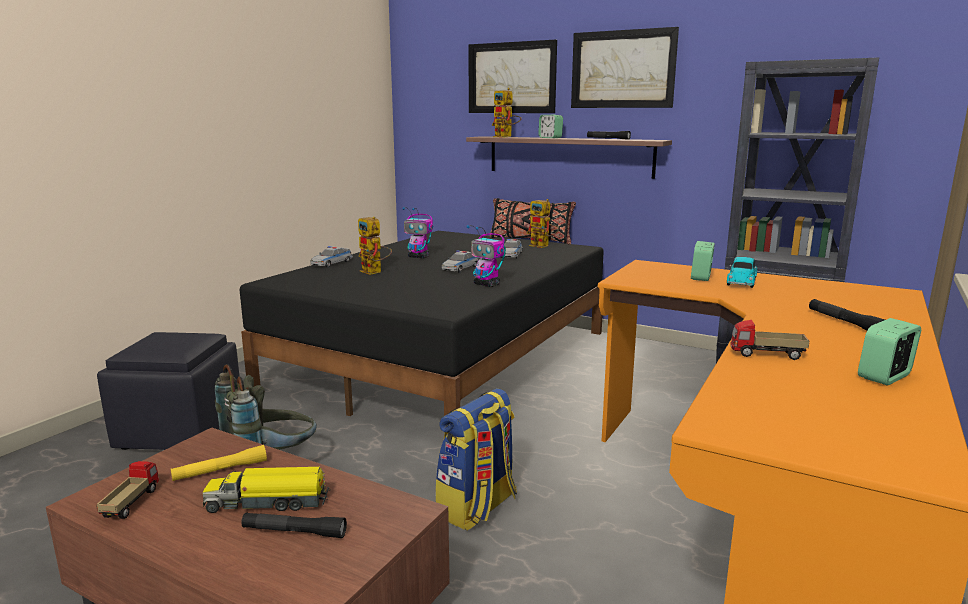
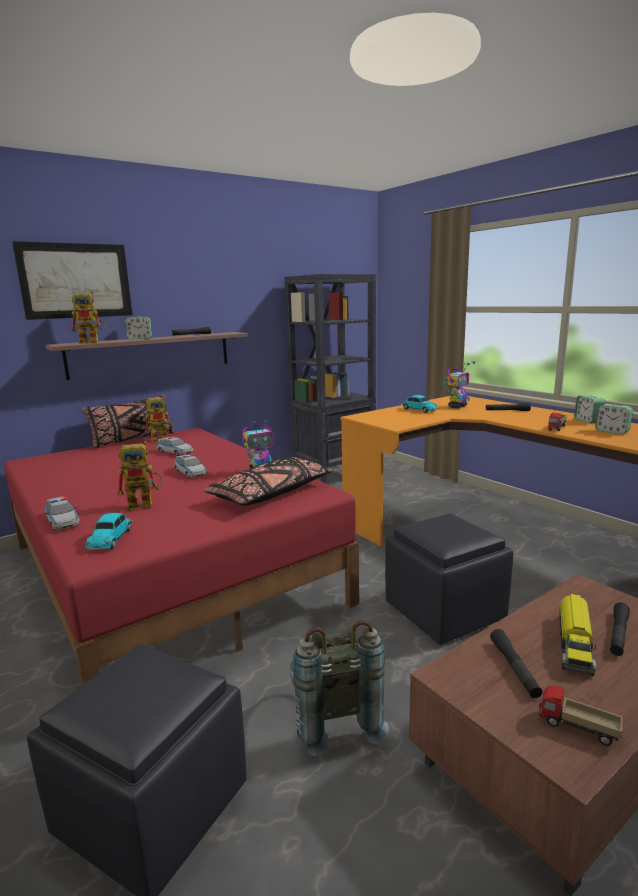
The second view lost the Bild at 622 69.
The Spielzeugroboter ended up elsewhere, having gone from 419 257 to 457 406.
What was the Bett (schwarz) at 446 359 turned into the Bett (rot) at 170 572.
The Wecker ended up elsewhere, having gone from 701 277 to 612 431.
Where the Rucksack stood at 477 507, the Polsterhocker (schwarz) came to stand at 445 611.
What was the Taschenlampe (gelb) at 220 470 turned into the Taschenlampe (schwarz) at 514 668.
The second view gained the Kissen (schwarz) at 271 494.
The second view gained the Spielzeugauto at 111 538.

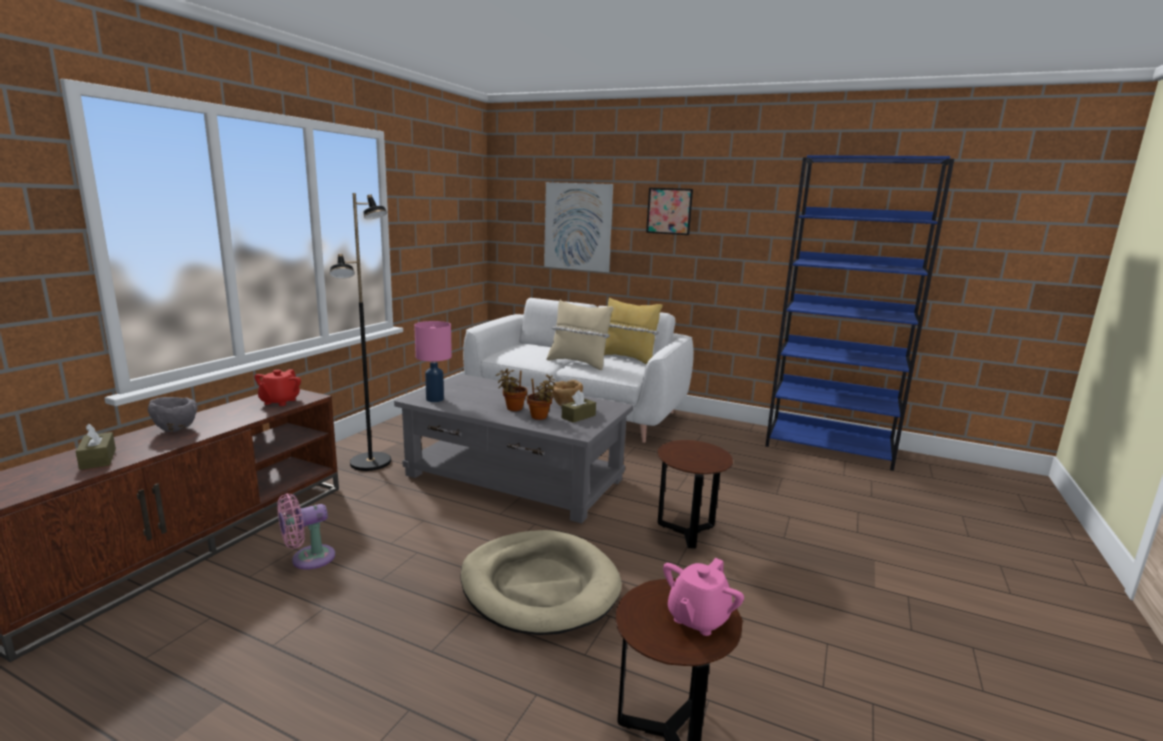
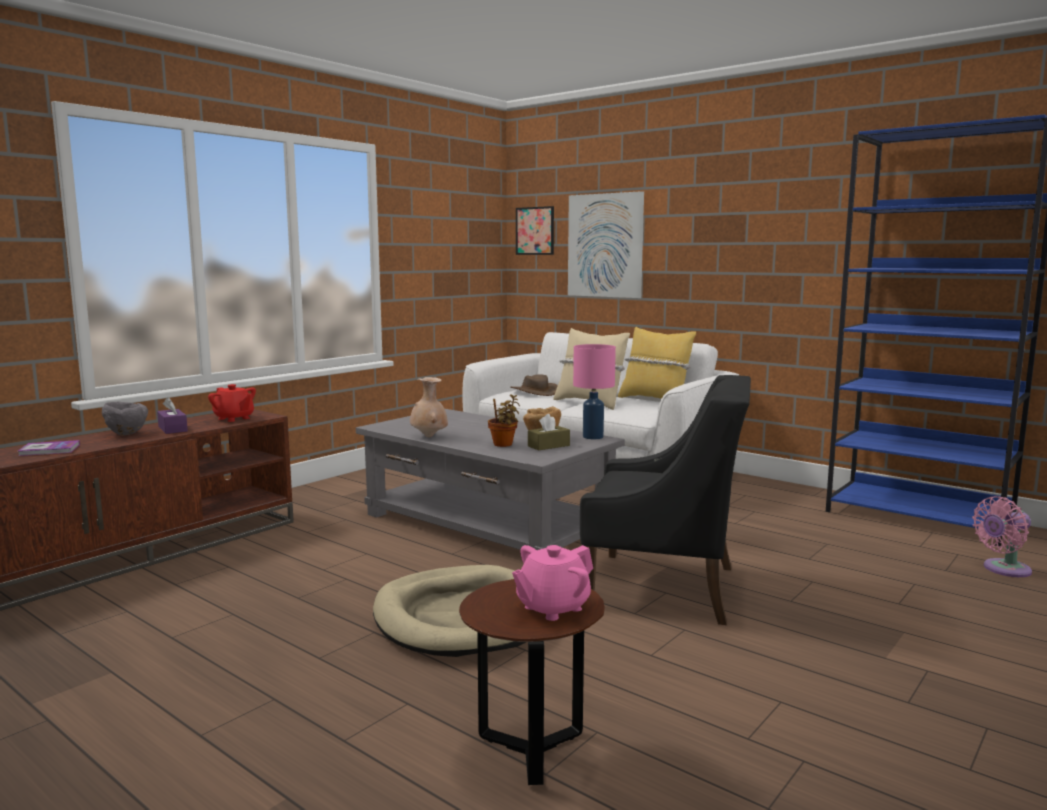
The Bild ended up elsewhere, having gone from 669 211 to 535 231.
The second view lost the Stehlampe (schwarz) at 371 462.
The Tischlampe (rosa) ended up elsewhere, having gone from 434 399 to 592 437.
The second view lost the Topfpflanze at 512 408.
The Teekanne (rot) at 279 401 ended up facing another way, 75 degrees counterclockwise from before.
Where the Taschentuchbox (braun) stood at 98 459, the Buch came to stand at 49 450.
Where the Beistelltisch (braun) stood at 687 533, the Sessel (schwarz) came to stand at 664 587.
The Ventilator (rosa) ended up elsewhere, having gone from 308 559 to 1003 569.
The second view gained the Hut (braun) at 534 391.
The second view gained the Vase (beige) at 429 436.
The second view gained the Taschentuchbox (lila) at 172 429.

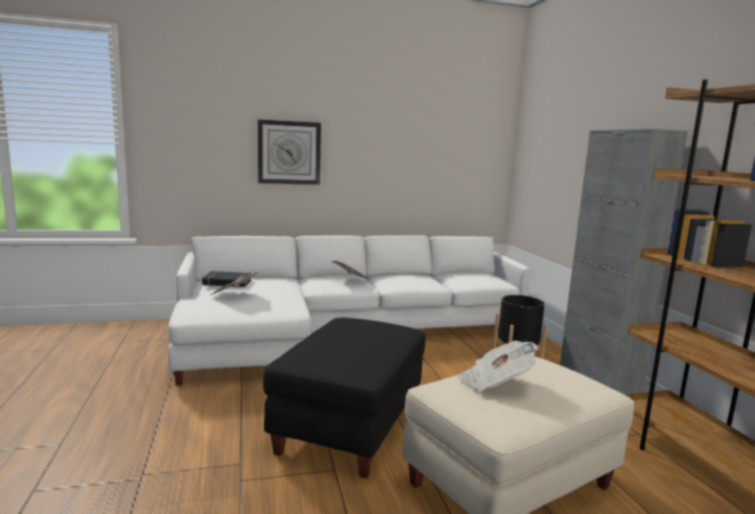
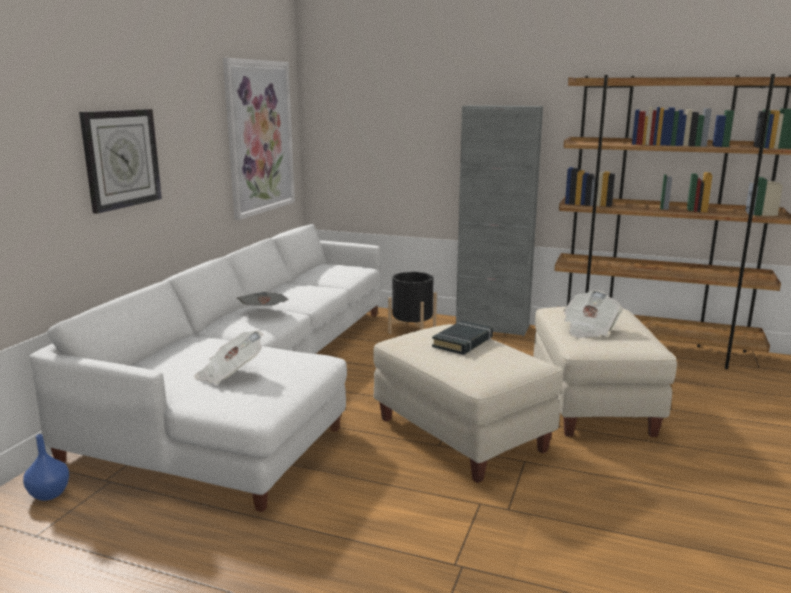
The Buch (schwarz) ended up elsewhere, having gone from 227 283 to 463 342.
What was the Polsterhocker (schwarz) at 349 425 turned into the Polsterhocker (beige) at 460 435.
The second view gained the Bild at 259 137.
The second view gained the Vase (blau) at 49 494.

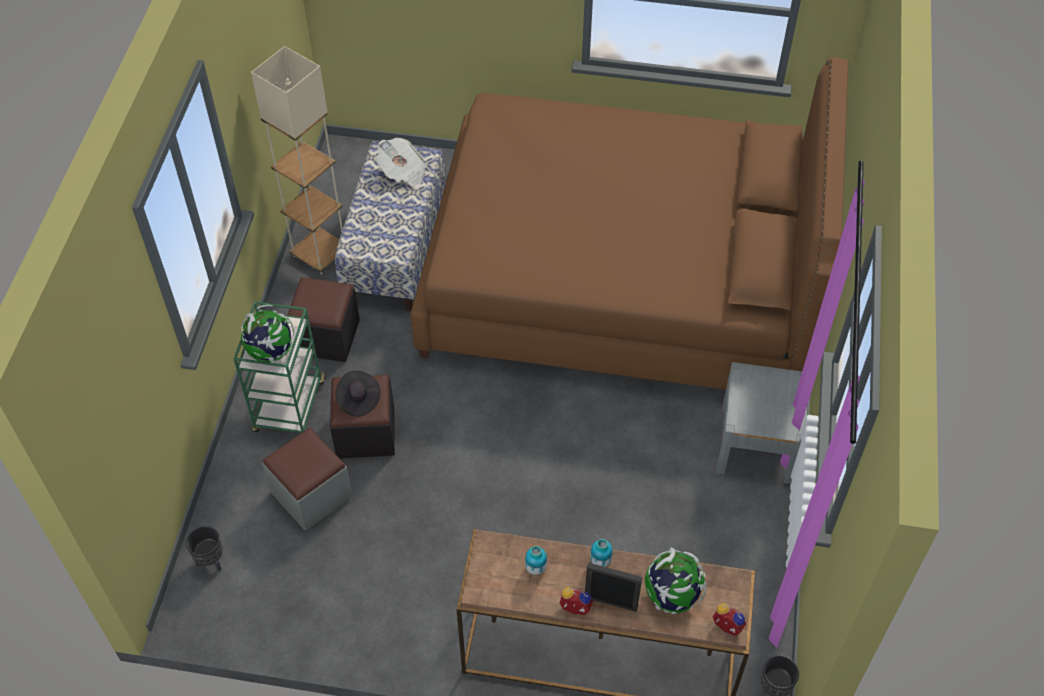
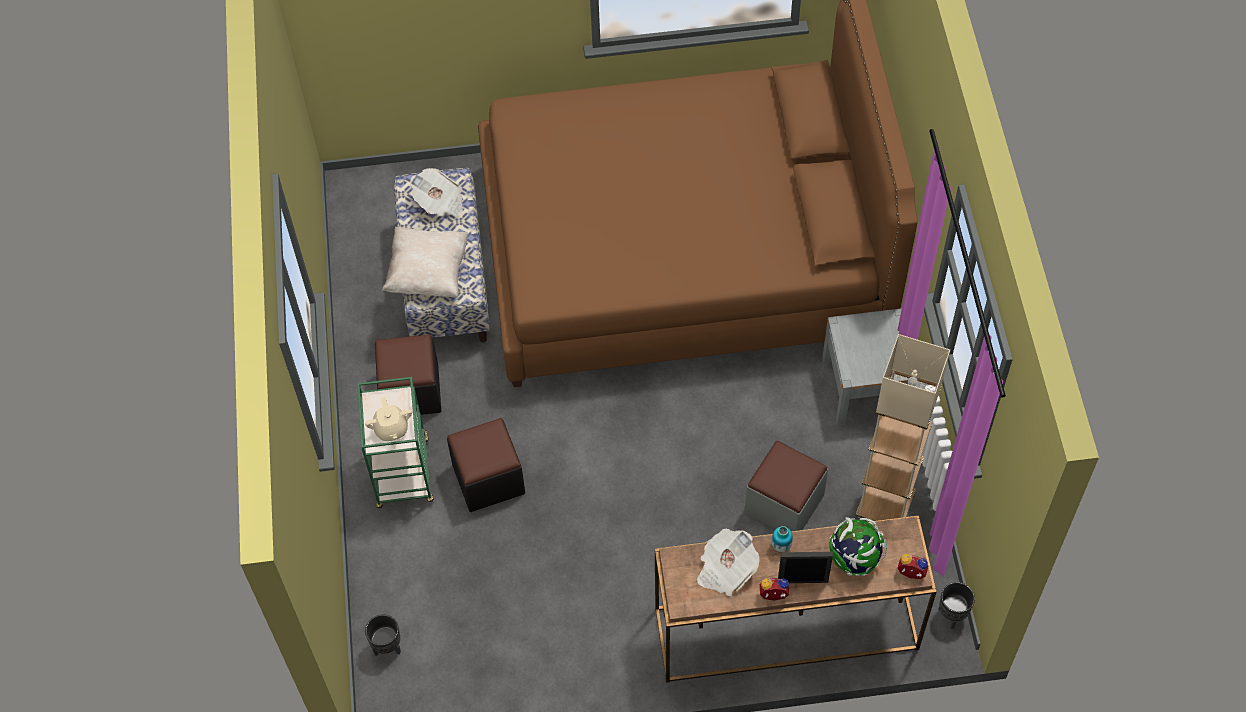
The Stehlampe (beige) ended up elsewhere, having gone from 320 254 to 884 506.
Where the Globus stood at 271 352, the Teekanne (beige) came to stand at 391 429.
The second view lost the Hut (schwarz) at 358 399.
The Polsterhocker (grau) ended up elsewhere, having gone from 311 494 to 784 504.
Where the Vase stood at 535 569, the Zeitung came to stand at 725 569.
The second view gained the Kissen (beige) at 428 274.

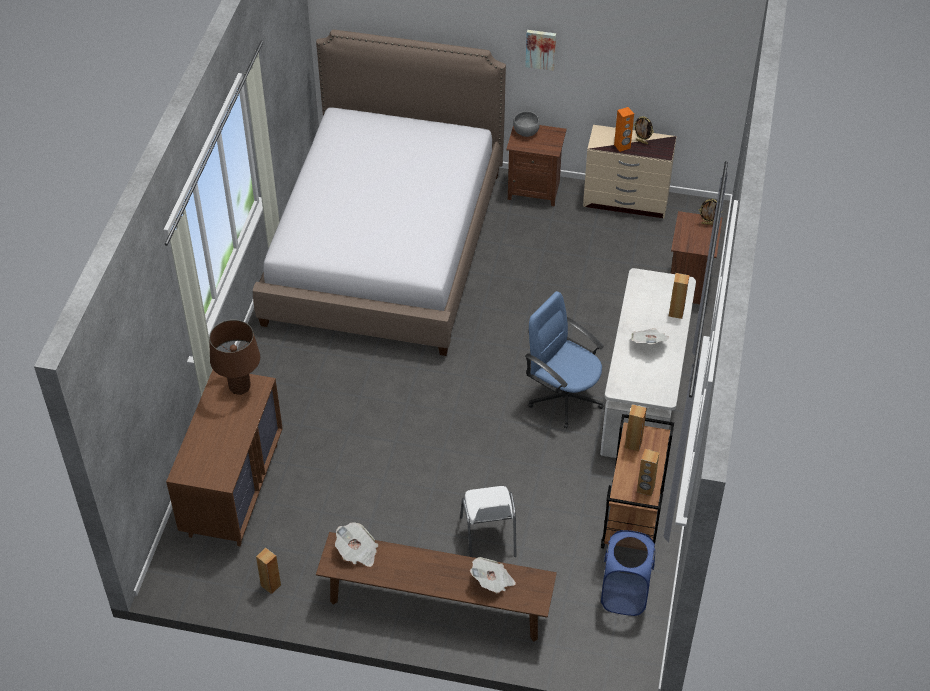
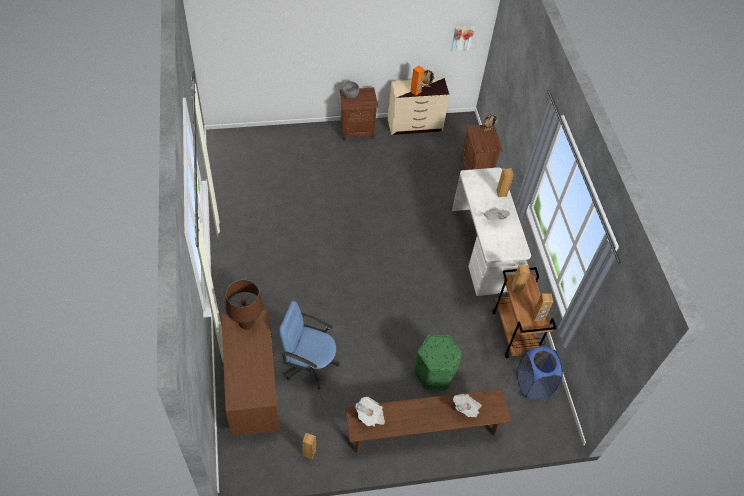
The second view lost the Bett at 385 246.
The Bild ended up elsewhere, having gone from 541 49 to 462 37.
The Bürostuhl (blau) ended up elsewhere, having gone from 564 397 to 310 364.
Where the Stuhl (weiß) stood at 488 537, the Polsterhocker (grün) came to stand at 434 372.

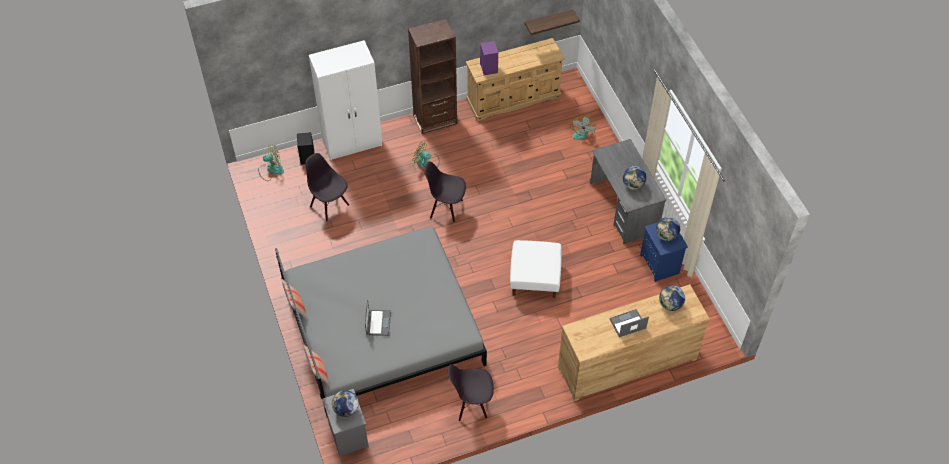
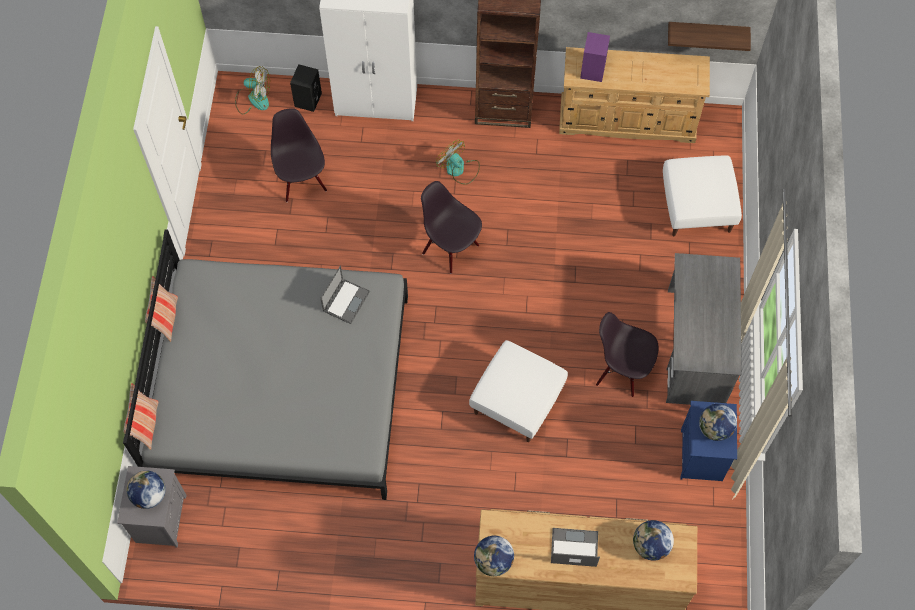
Where the Ventilator stood at 581 131, the Polsterhocker (weiß) came to stand at 697 207.
The Globus ended up elsewhere, having gone from 633 185 to 493 561.
The Laptop ended up elsewhere, having gone from 378 322 to 346 300.
The Stuhl (schwarz) ended up elsewhere, having gone from 471 404 to 621 371.

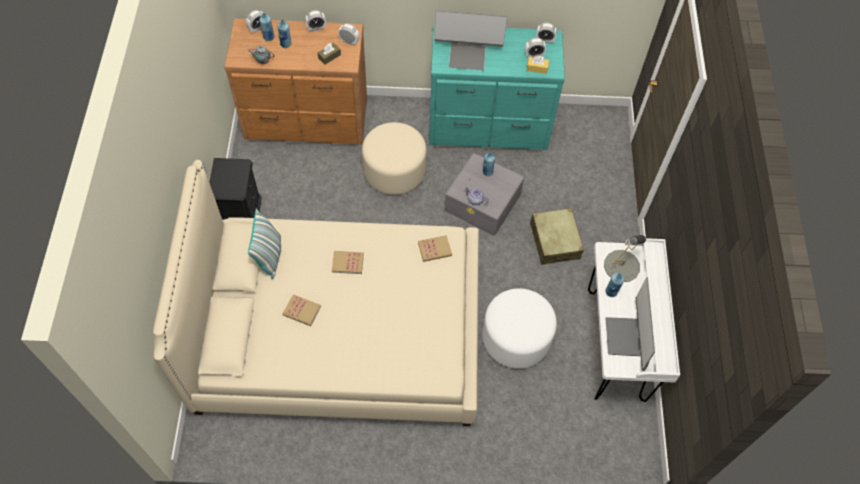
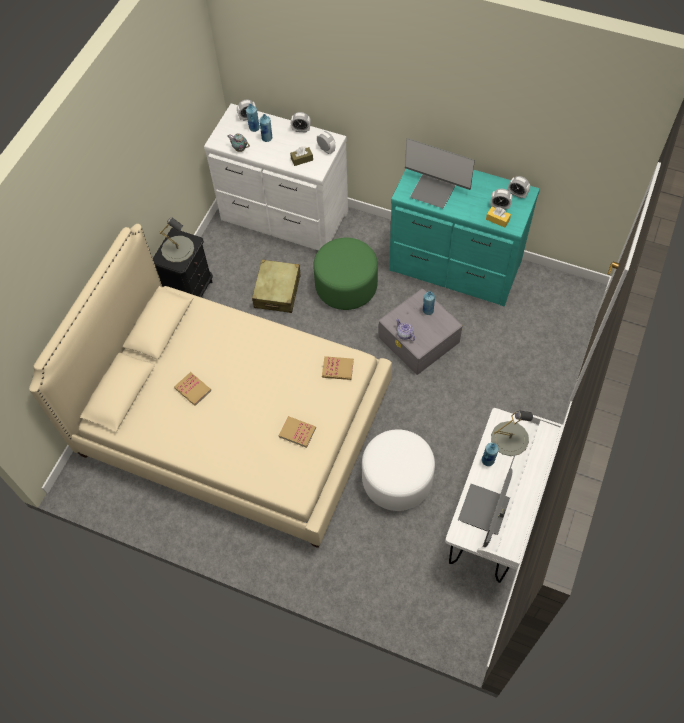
What was the Kommode (braun) at 306 121 turned into the Kommode (weiß) at 284 217.
What was the Polsterhocker (beige) at 394 171 turned into the Polsterhocker (grün) at 346 286.
The second view lost the Kissen at 269 256.
The Koffer (beige) ended up elsewhere, having gone from 554 241 to 277 291.
The Buch ended up elsewhere, having gone from 347 263 to 297 432.
The second view gained the Tischlampe (grau) at 178 249.

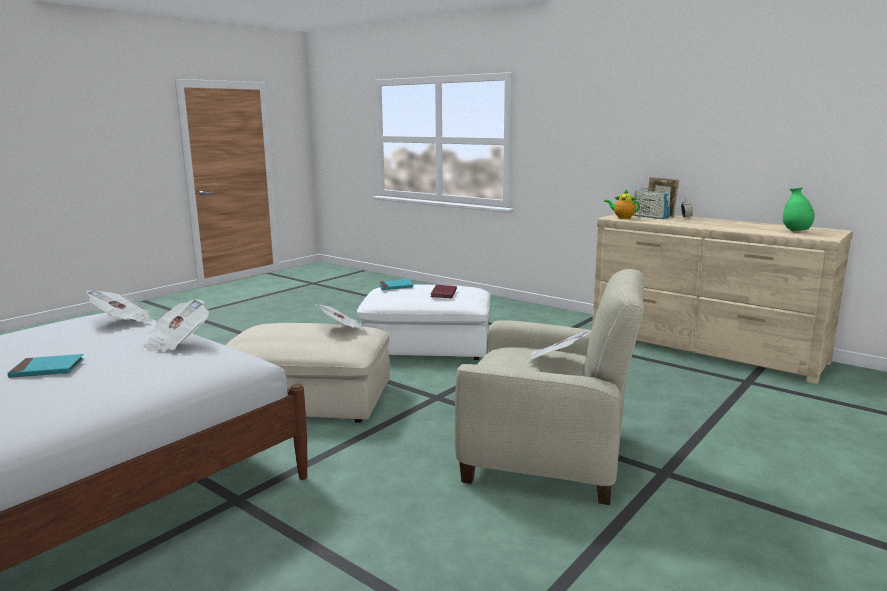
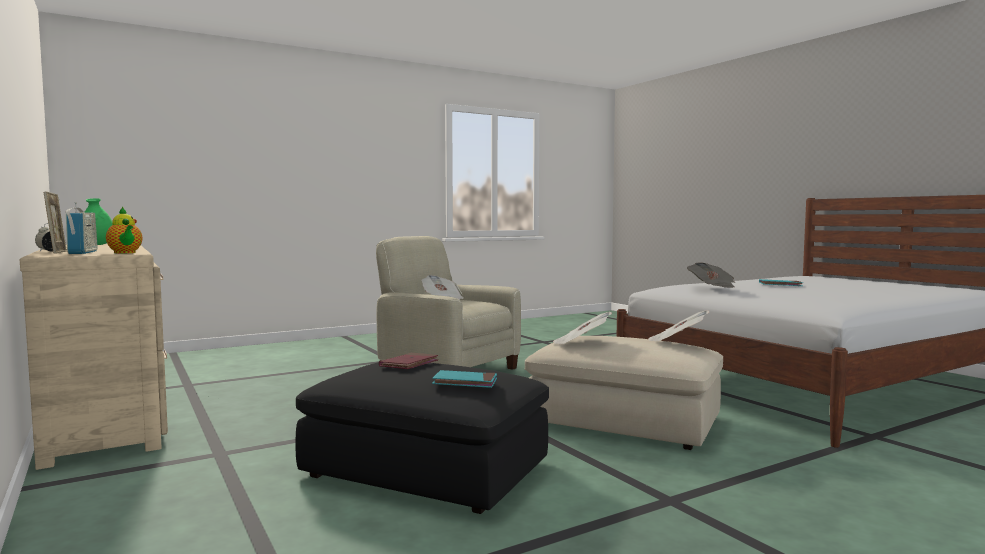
What was the Polsterhocker (weiß) at 427 345 turned into the Polsterhocker (schwarz) at 424 469.
The Zeitung ended up elsewhere, having gone from 123 321 to 677 342.

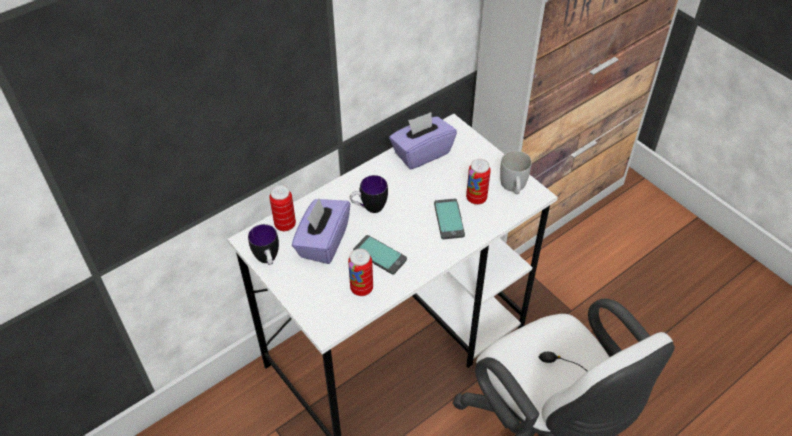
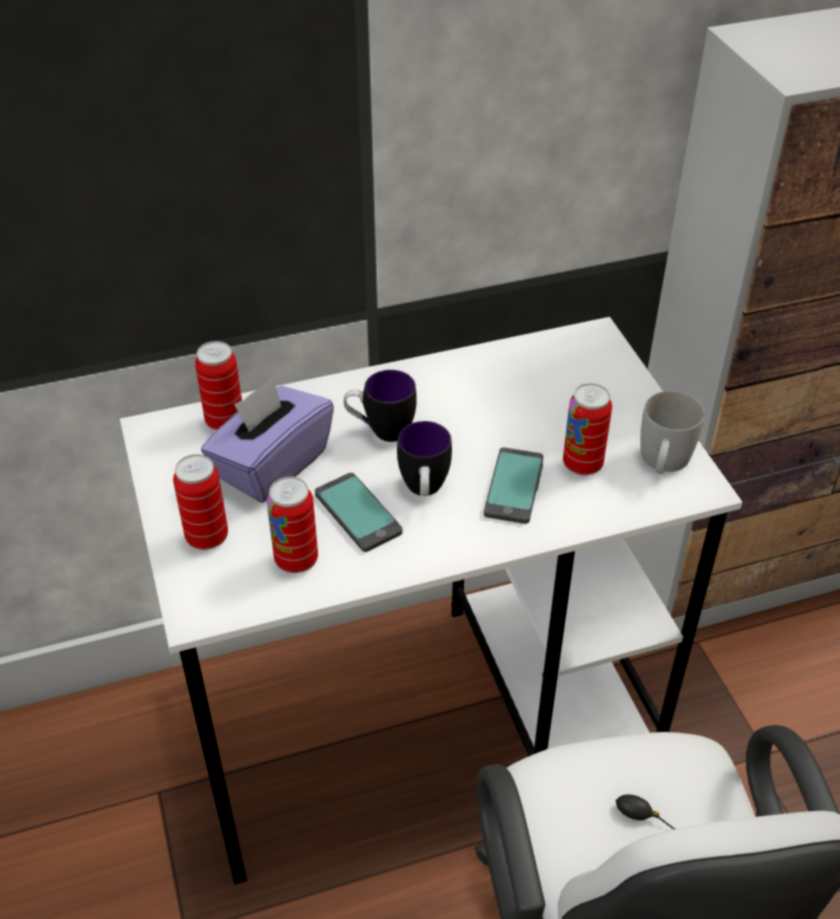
The second view lost the Taschentuchbox (lila) at 421 153.
The Henkelbecher ended up elsewhere, having gone from 268 260 to 424 492.
The second view gained the Dose at 207 537.

